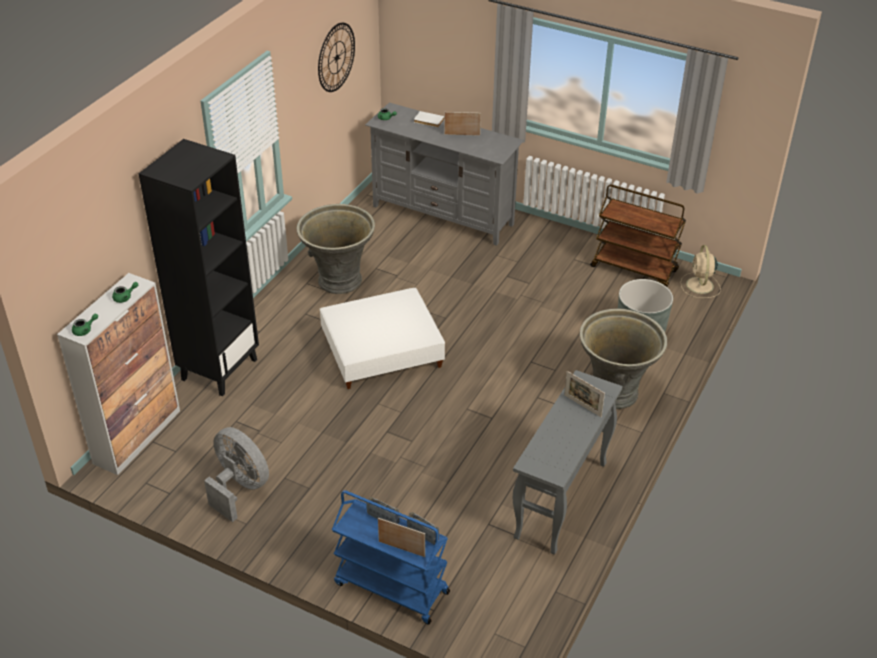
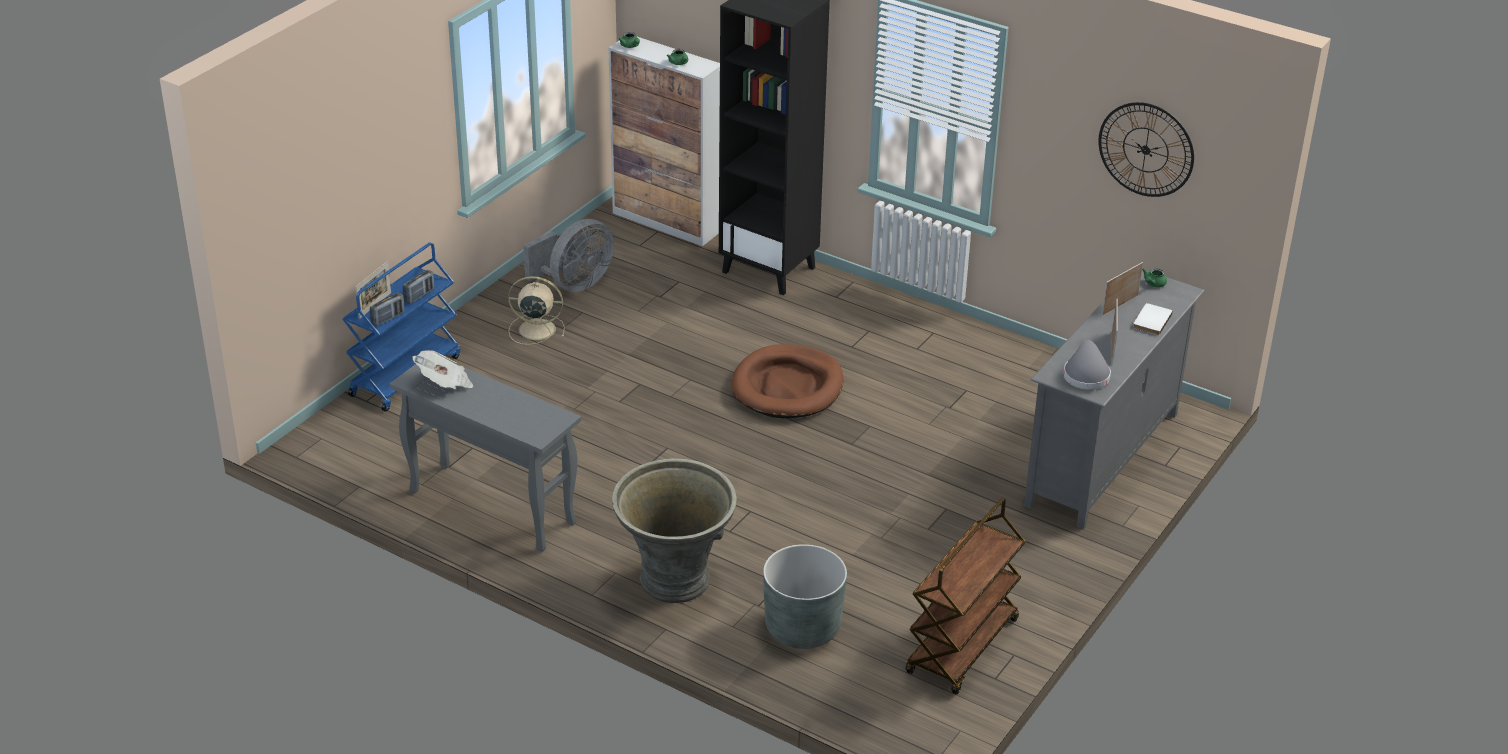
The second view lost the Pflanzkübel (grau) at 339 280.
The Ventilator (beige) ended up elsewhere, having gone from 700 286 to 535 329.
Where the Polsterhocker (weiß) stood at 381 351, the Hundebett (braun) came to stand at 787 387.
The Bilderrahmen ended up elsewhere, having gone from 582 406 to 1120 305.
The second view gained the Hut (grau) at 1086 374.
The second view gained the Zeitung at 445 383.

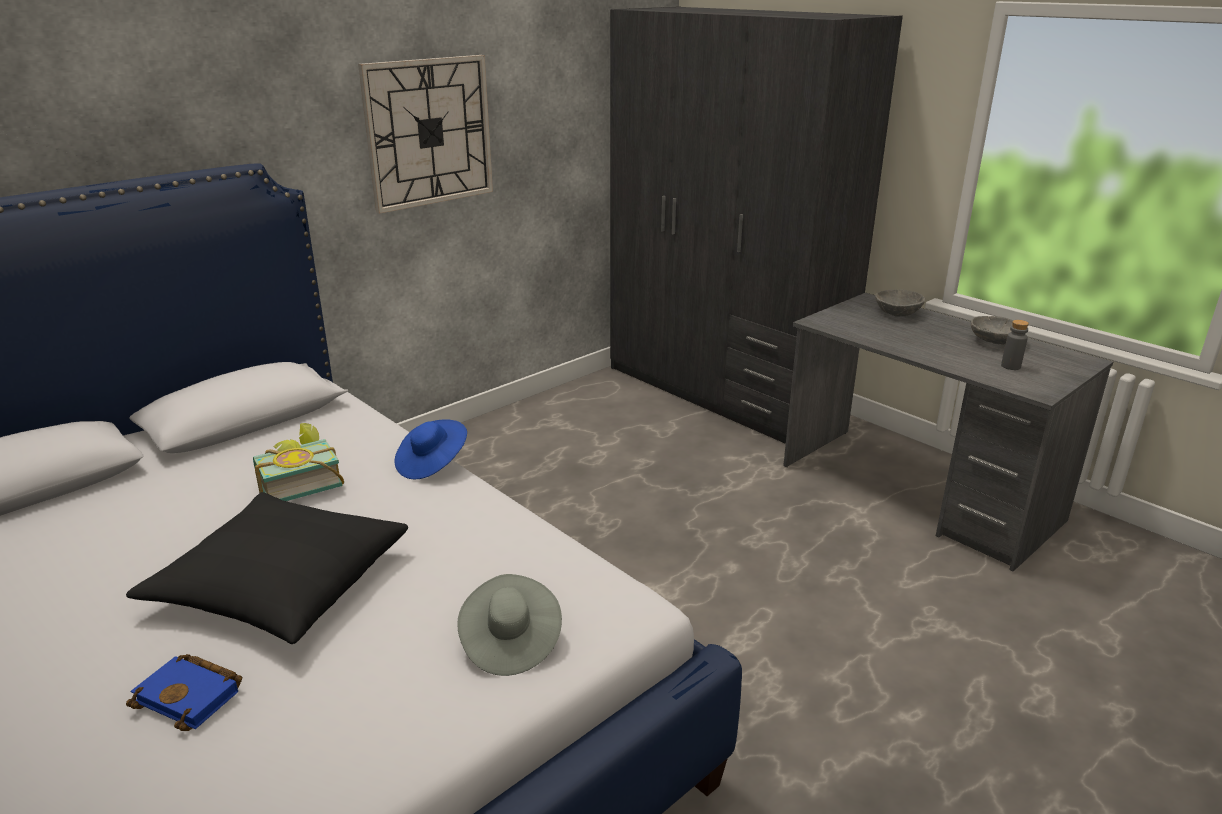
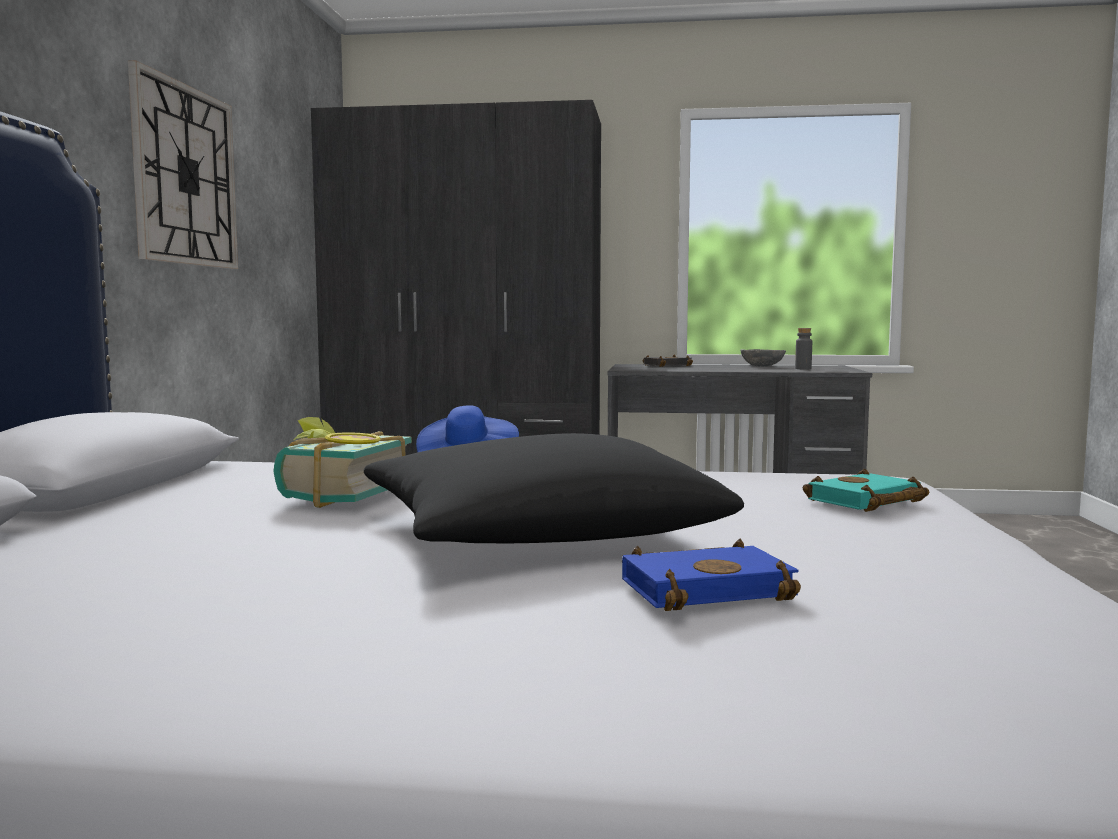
Where the Schüssel (grau) stood at 898 313, the Buch (schwarz) came to stand at 667 365.
Where the Hut (grau) stood at 510 642, the Buch (türkis) came to stand at 866 502.

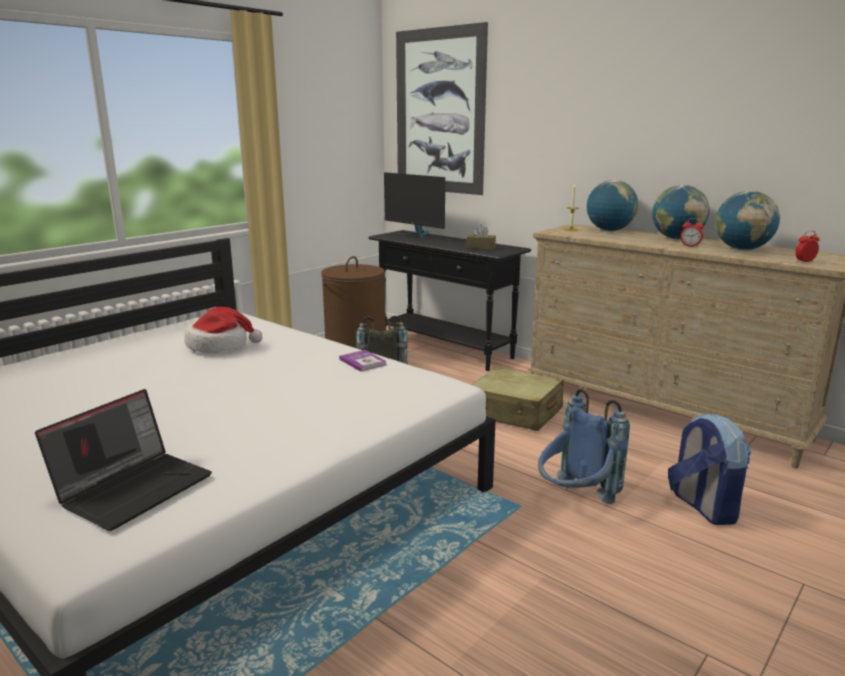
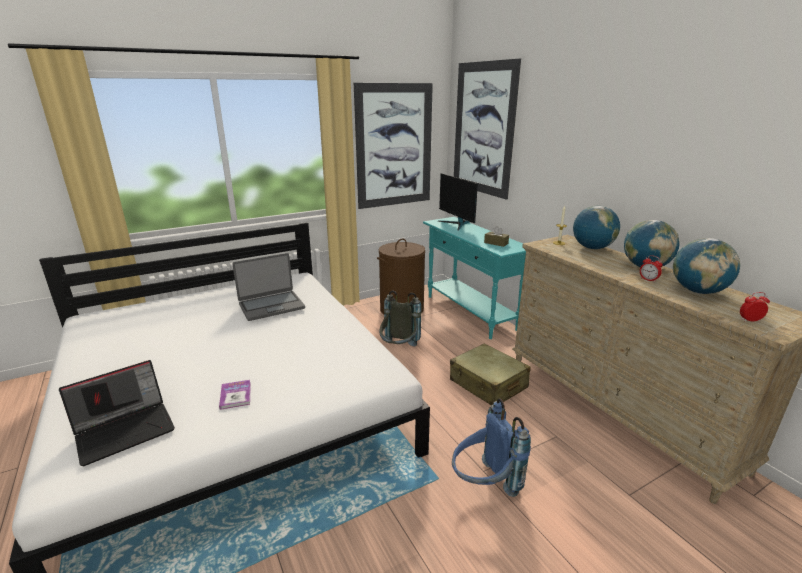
What was the Konsolentisch (schwarz) at 445 349 turned into the Konsolentisch (türkis) at 470 312.
Where the Hut stood at 219 345, the Laptop came to stand at 271 306.
The Buch ended up elsewhere, having gone from 362 362 to 235 395.
The second view lost the Rucksack at 702 506.
The second view gained the Bild at 394 146.

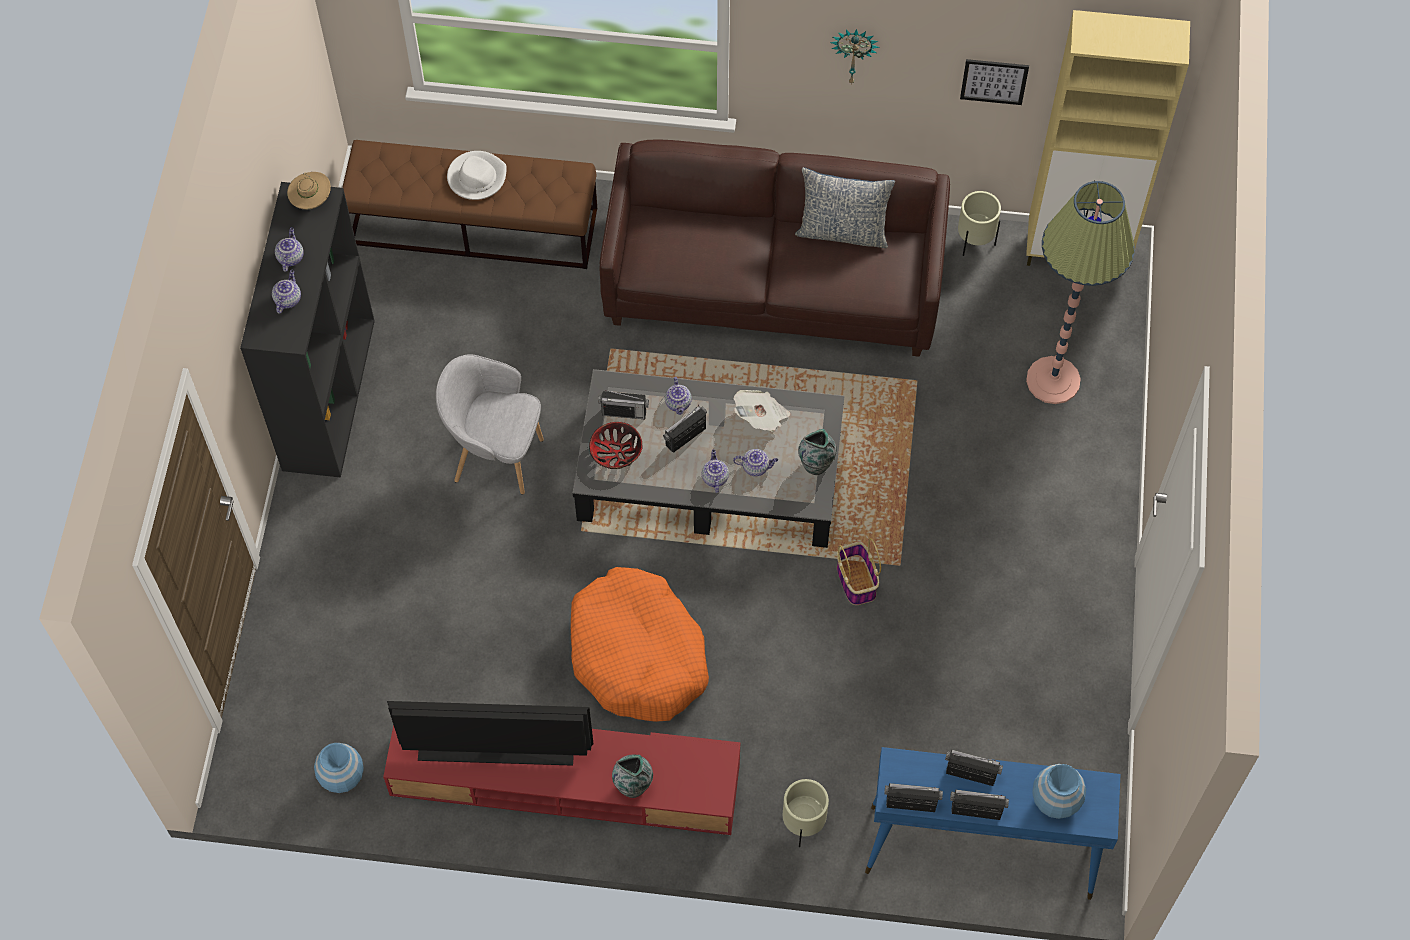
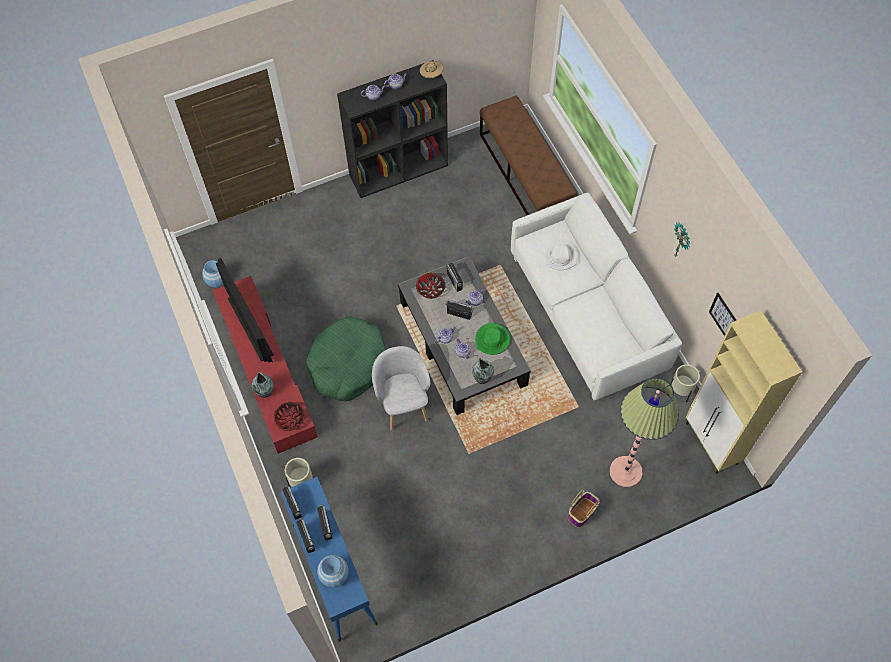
What was the Sofa (braun) at 774 283 turned into the Sofa (weiß) at 587 313.
The Hut (weiß) ended up elsewhere, having gone from 476 177 to 560 256.
The second view lost the Kissen at 842 231.
The Sessel (grau) ended up elsewhere, having gone from 496 456 to 403 405.
Where the Zeitung stood at 761 417, the Hut (grün) came to stand at 492 340.
The Korb ended up elsewhere, having gone from 855 580 to 582 512.
What was the Hundebett (orange) at 638 654 turned into the Hundebett (grün) at 347 364.
The second view gained the Schüssel at 290 420.

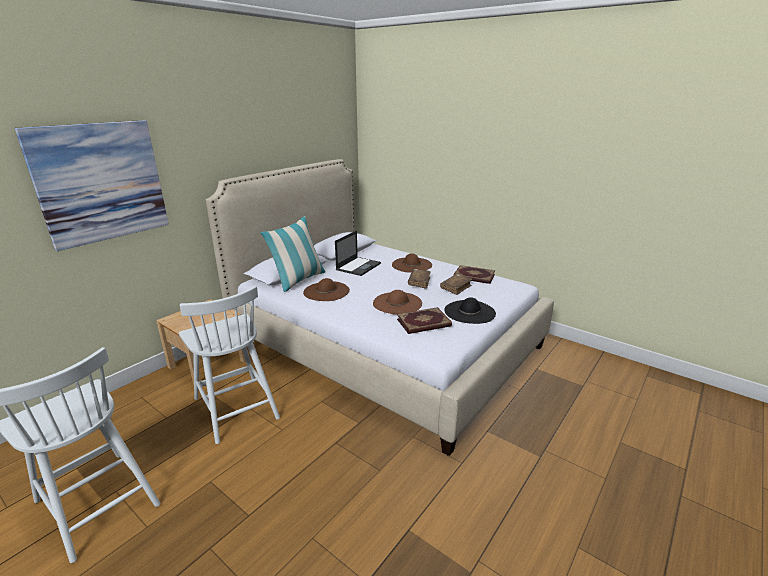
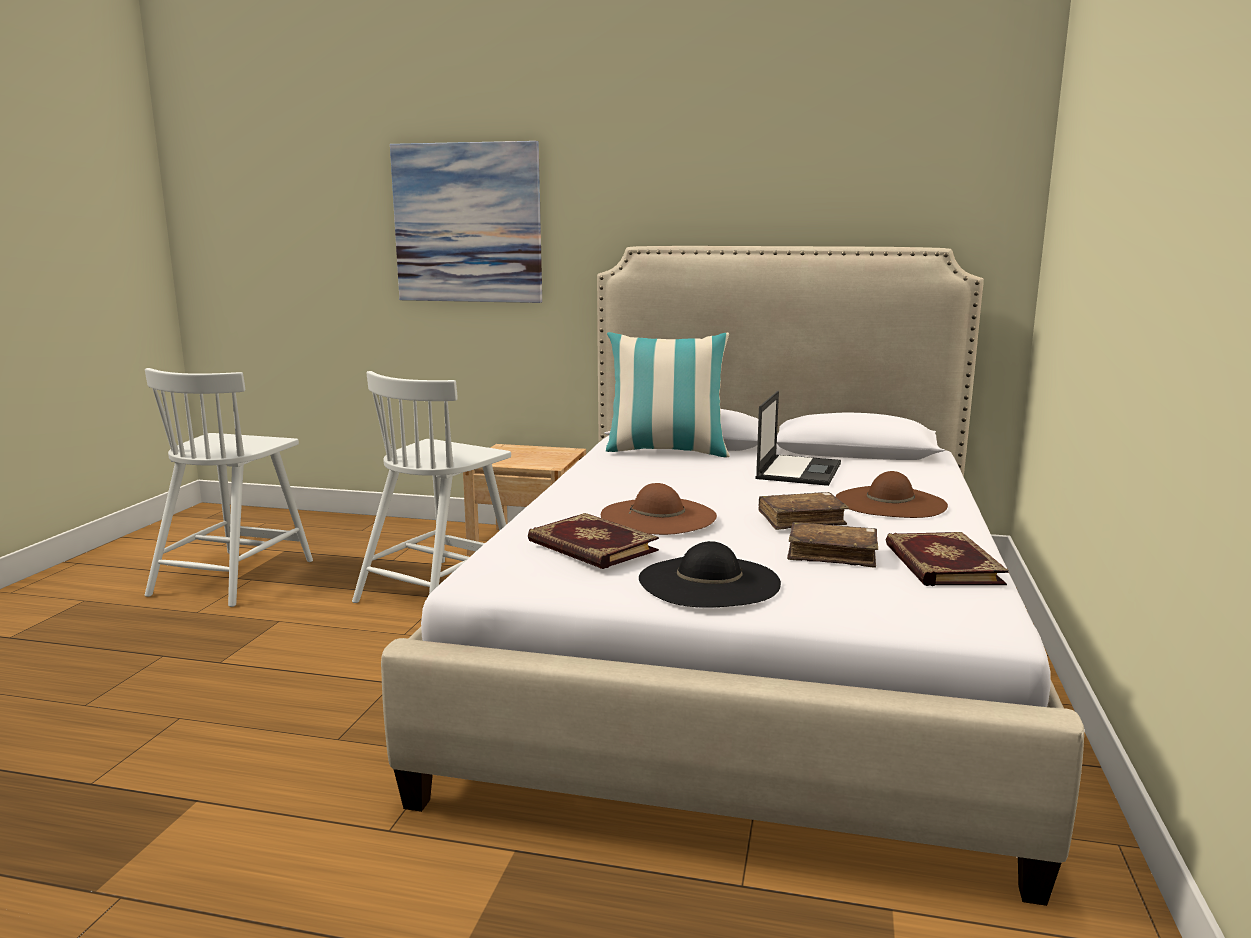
The Laptop at 358 266 ended up facing another way, 75 degrees counterclockwise from before.
The second view lost the Hut (braun) at 326 291.

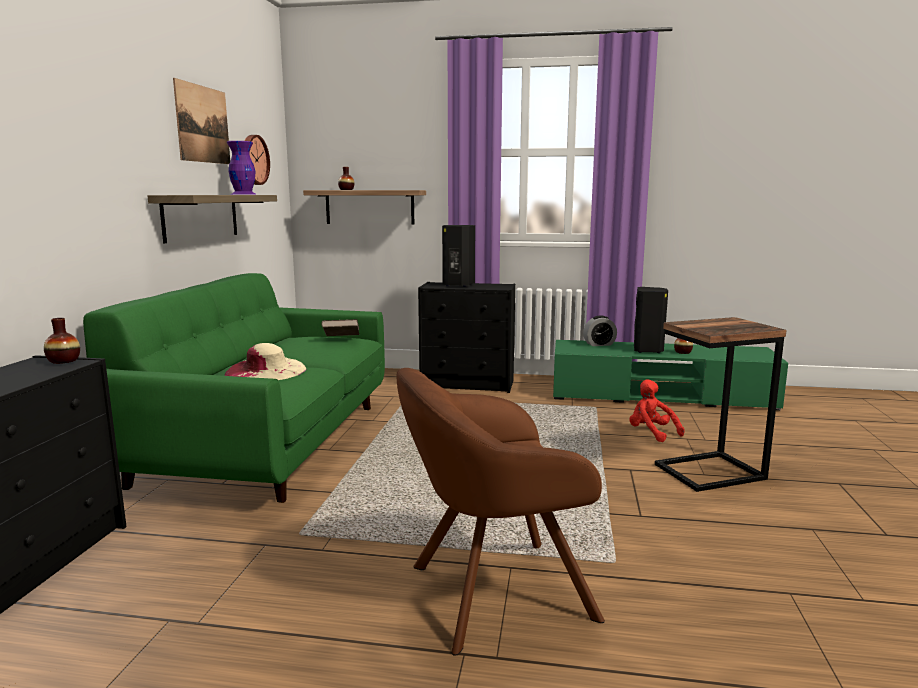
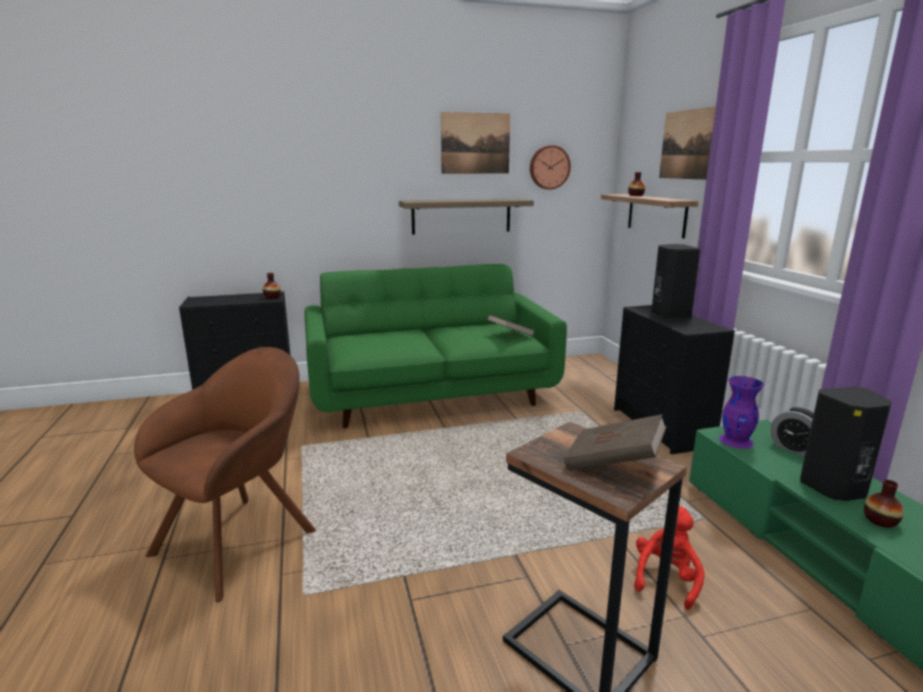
The Vase (lila) ended up elsewhere, having gone from 244 194 to 736 441.
The second view lost the Hut (beige) at 266 371.
The Sessel (braun) at 491 593 ended up facing another way, 75 degrees clockwise from before.
The second view gained the Bild at 688 144.
The second view gained the Buch (braun) at 613 464.

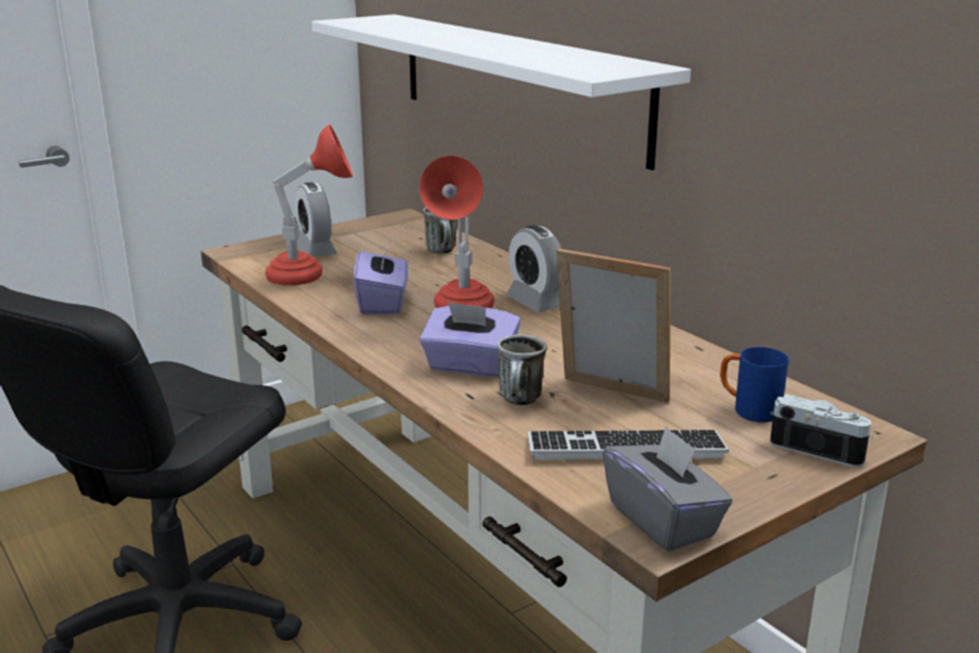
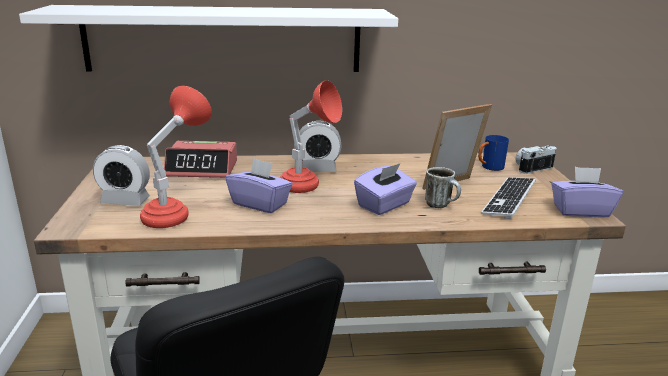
Where the Henkelbecher stood at 443 252, the Wecker came to stand at 202 168.
What was the Taschentuchbox (grau) at 663 520 turned into the Taschentuchbox (lila) at 580 211.

